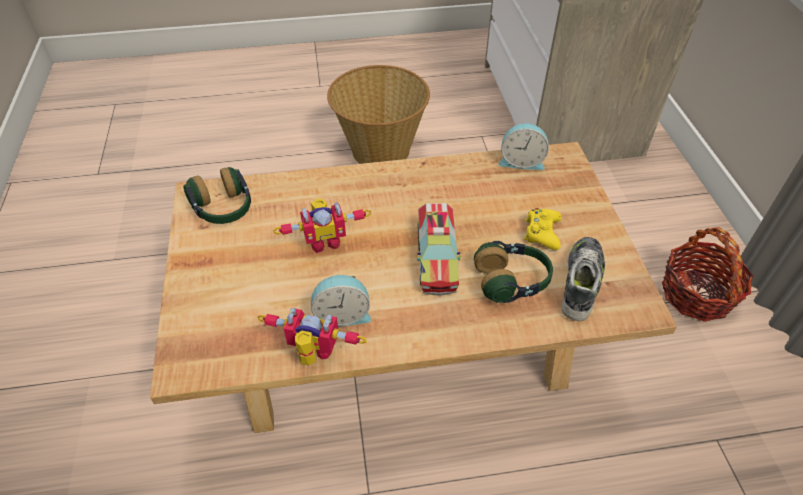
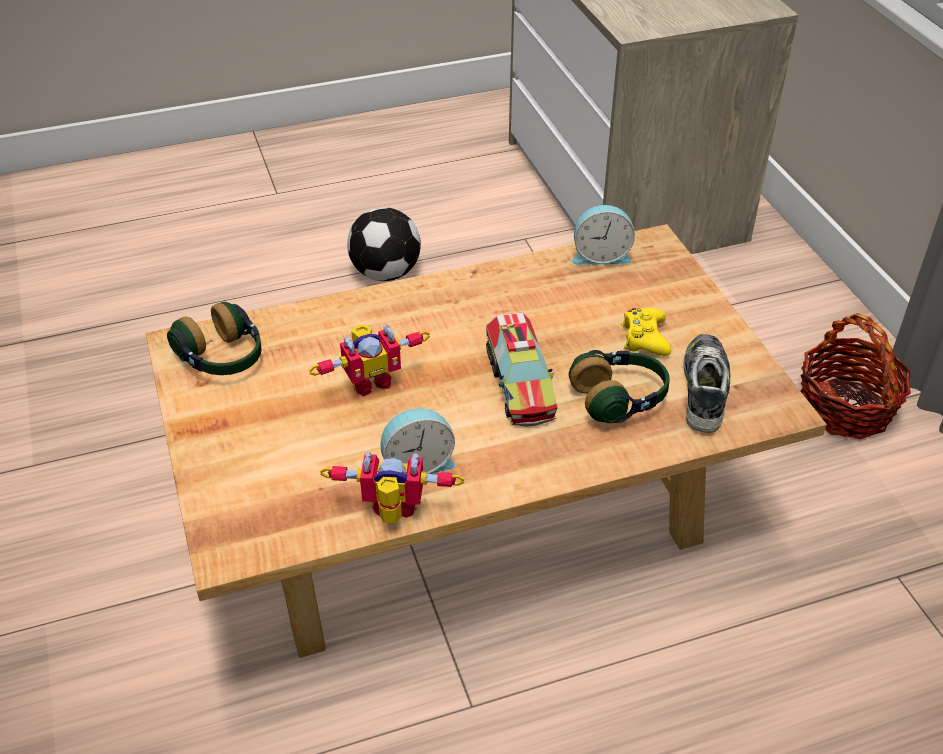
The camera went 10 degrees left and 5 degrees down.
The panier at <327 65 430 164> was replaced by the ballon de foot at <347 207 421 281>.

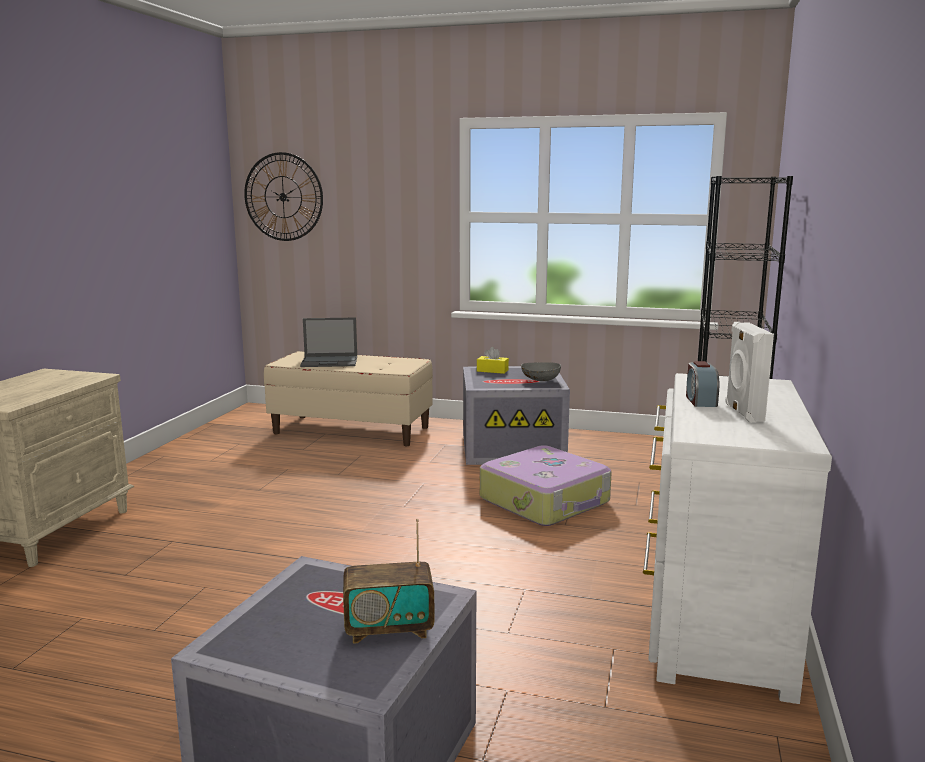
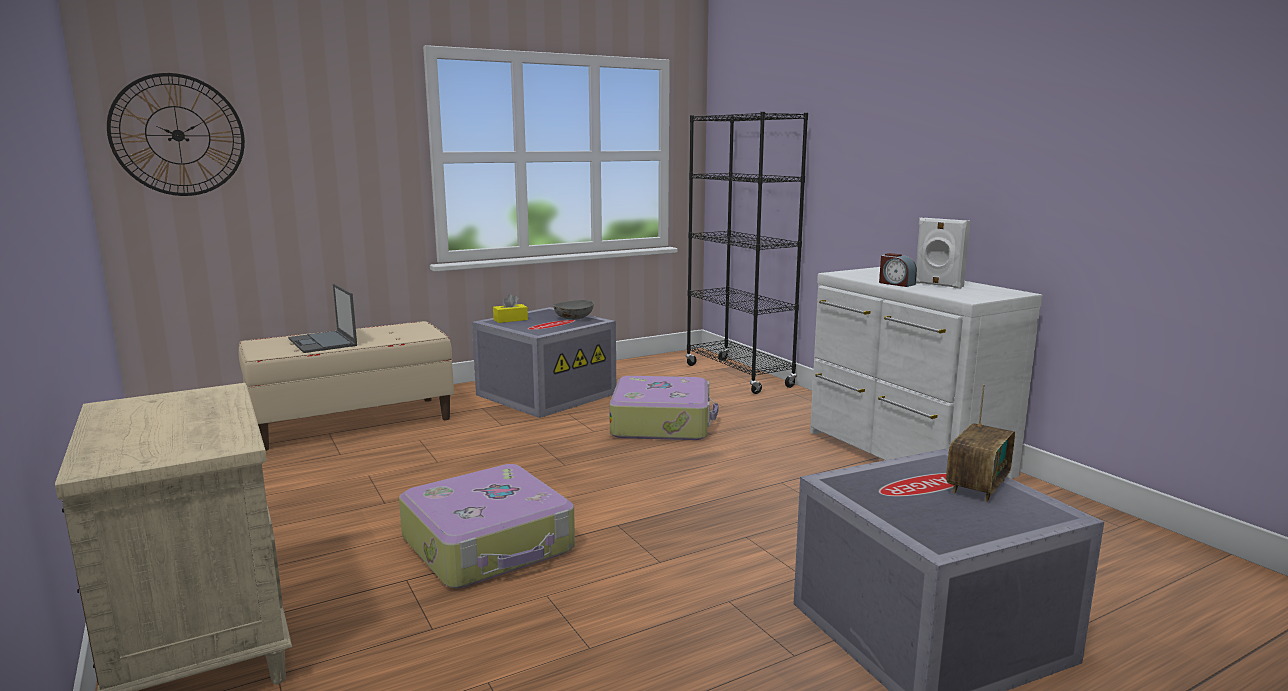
The camera went 45 degrees left and 0 degrees up.
The valise at <399 464 575 588> appeared.
The ordinateur portable at <300 318 357 367> turned 105 degrees clockwise.

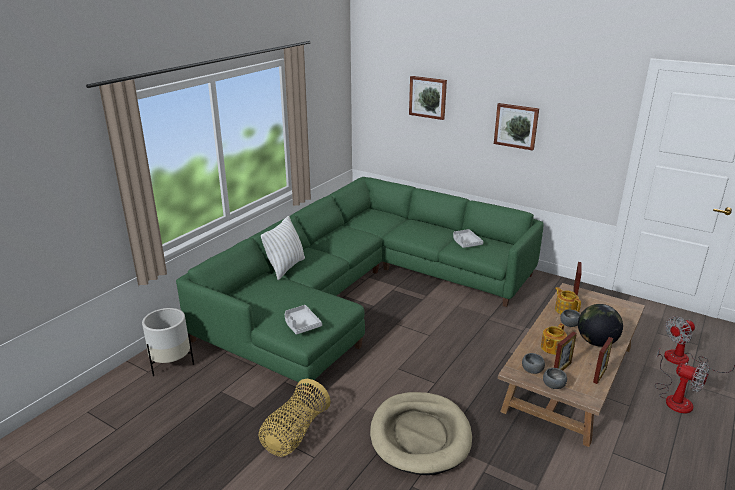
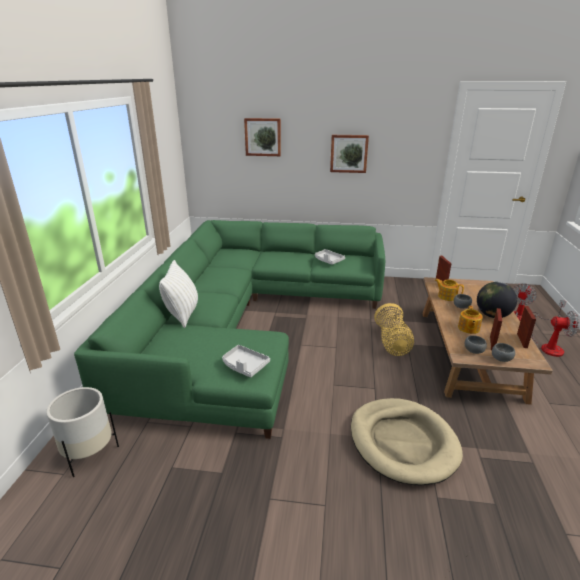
The camera went 25 degrees left and 0 degrees up.
The panier moved from <259 379 331 457> to <374 303 414 356>.

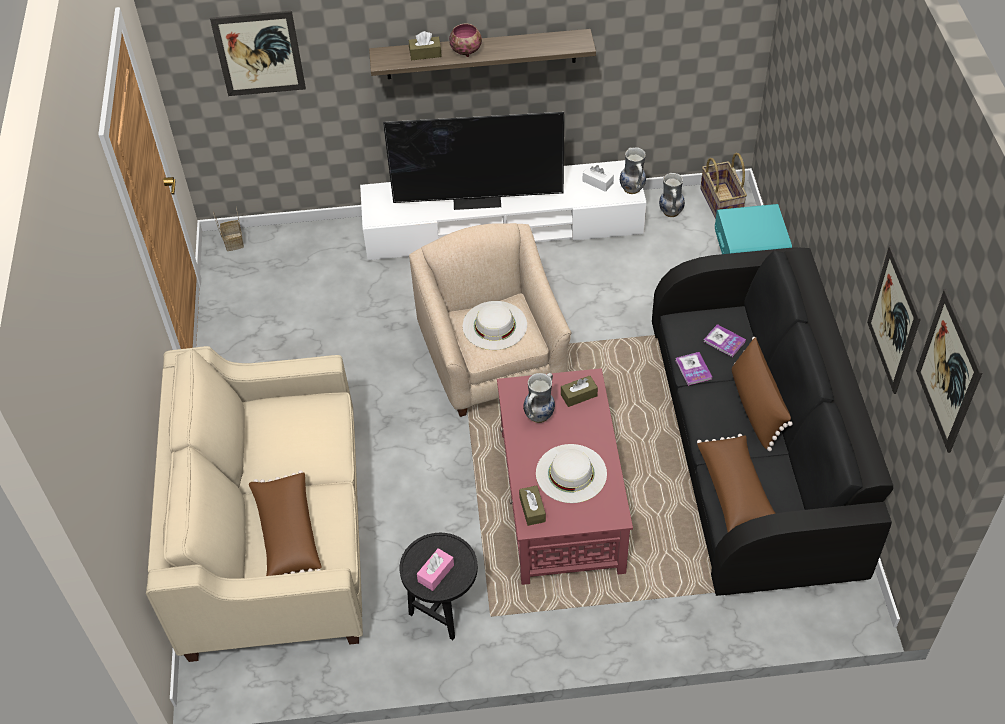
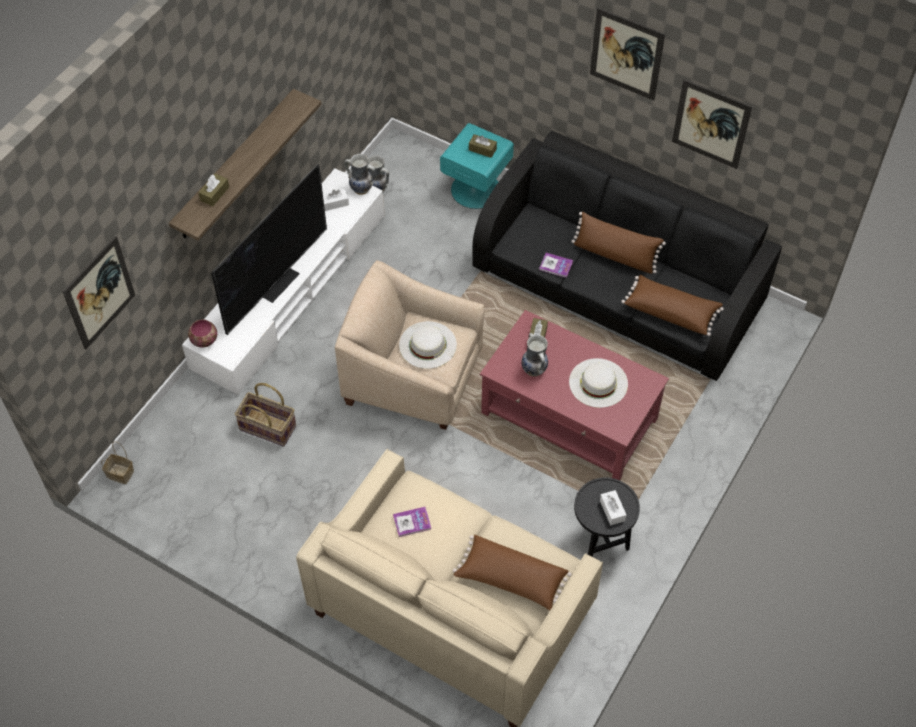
The camera went 55 degrees left and 5 degrees up.
The bol moved from <449 24 482 57> to <188 319 217 348>.
The boîte à mouchoirs [marron] moved from <519 485 546 526> to <469 134 497 158>.
The panier moved from <700 153 747 219> to <235 383 296 447>.
The livre moved from <704 324 746 357> to <393 507 431 537>.
The tableau moved from <916 289 982 453> to <590 7 665 101>.
The boîte à mouchoirs [rose] at <417 548 454 591> became the boîte à mouchoirs [blanc] at <600 490 626 525>.

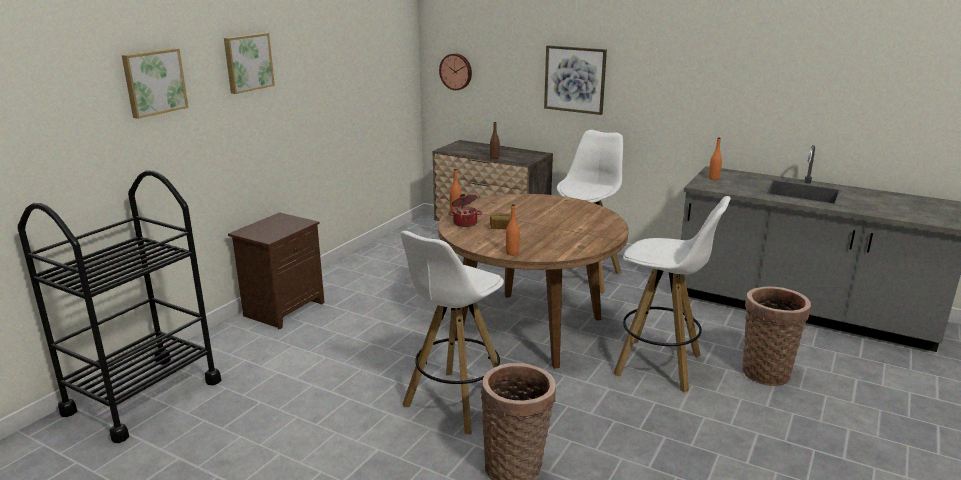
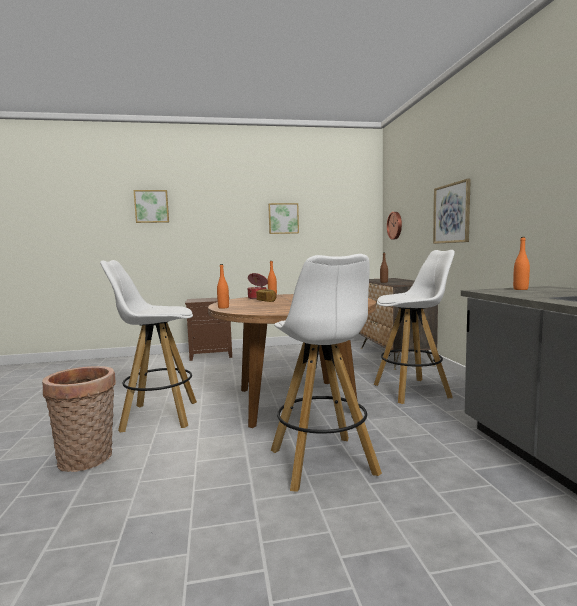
The camera went 50 degrees right and 15 degrees down.
The chariot [noir] at <18 171 221 443> disappeared.
The panier at <742 287 811 386> disappeared.
The tableau moved from <224 33 275 94> to <268 203 299 234>.

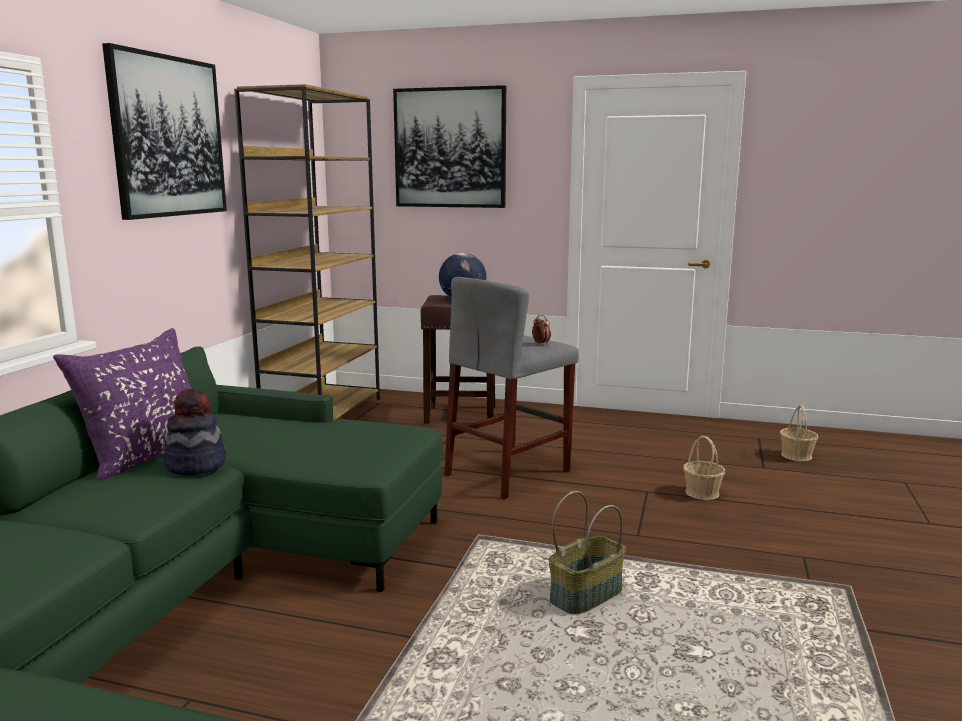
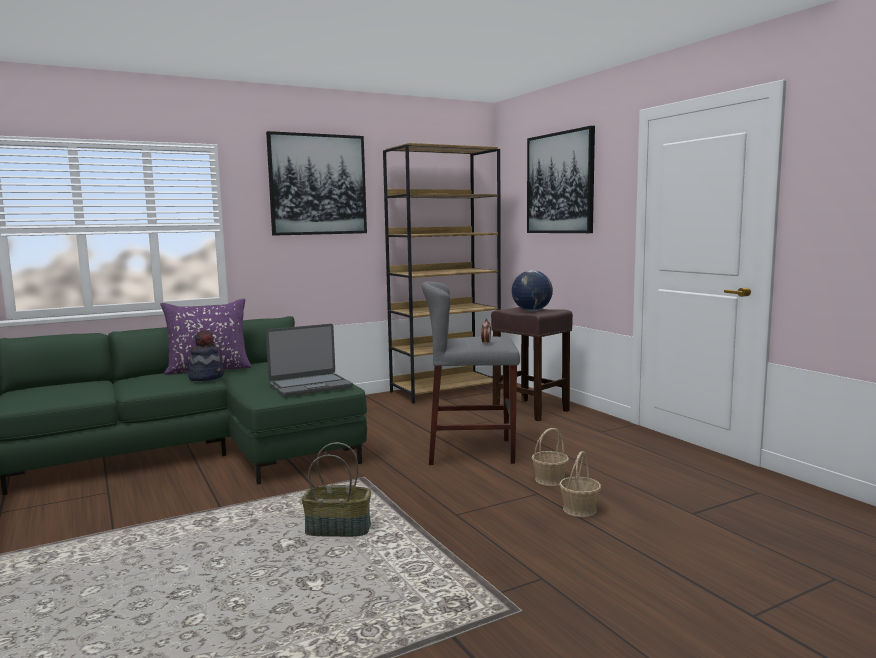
The camera went 45 degrees right and 5 degrees down.
The ordinateur portable at <266 324 353 397> appeared.
The panier moved from <780 405 818 461> to <532 428 569 486>.

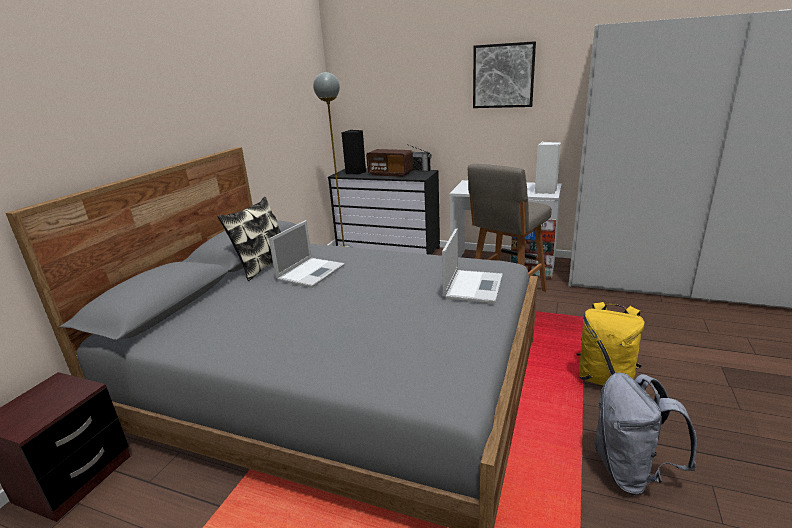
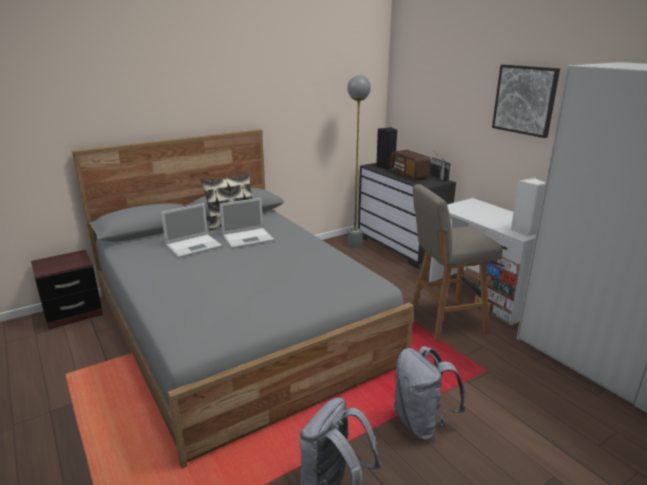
The camera went 35 degrees right and 0 degrees up.
The ordinateur portable moved from <442 229 503 304> to <161 203 222 258>.
The sac à dos [jaune] at <577 302 645 385> became the sac à dos [gris] at <394 346 466 440>.

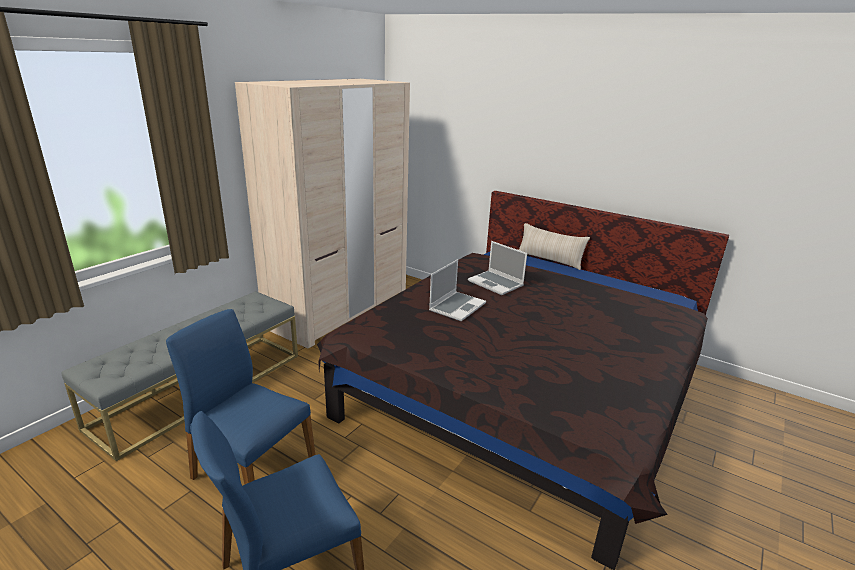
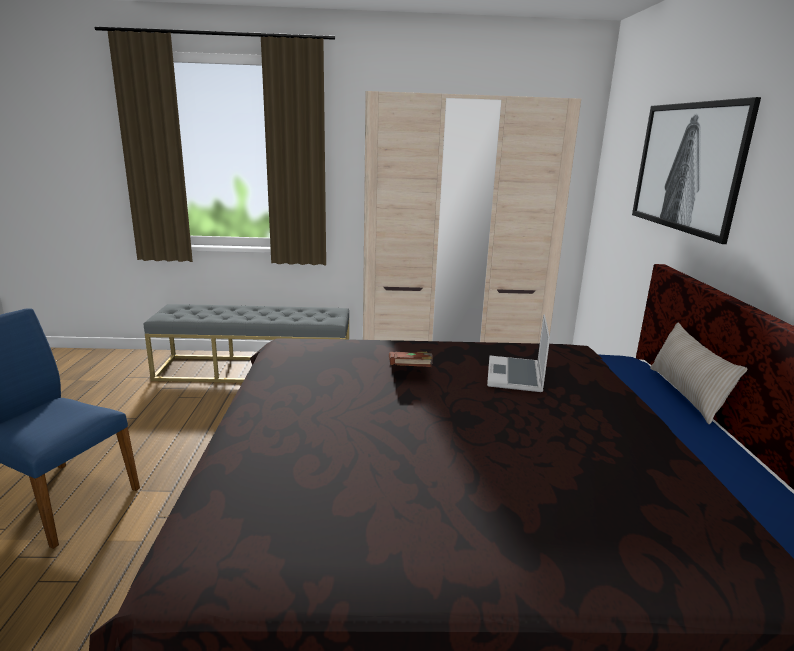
The camera went 55 degrees right and 5 degrees down.
The chaise [bleu] at <166 309 315 485> disappeared.
The tableau at <632 97 761 244> appeared.
The ordinateur portable at <429 259 486 321> was replaced by the livre [marron] at <389 352 433 367>.

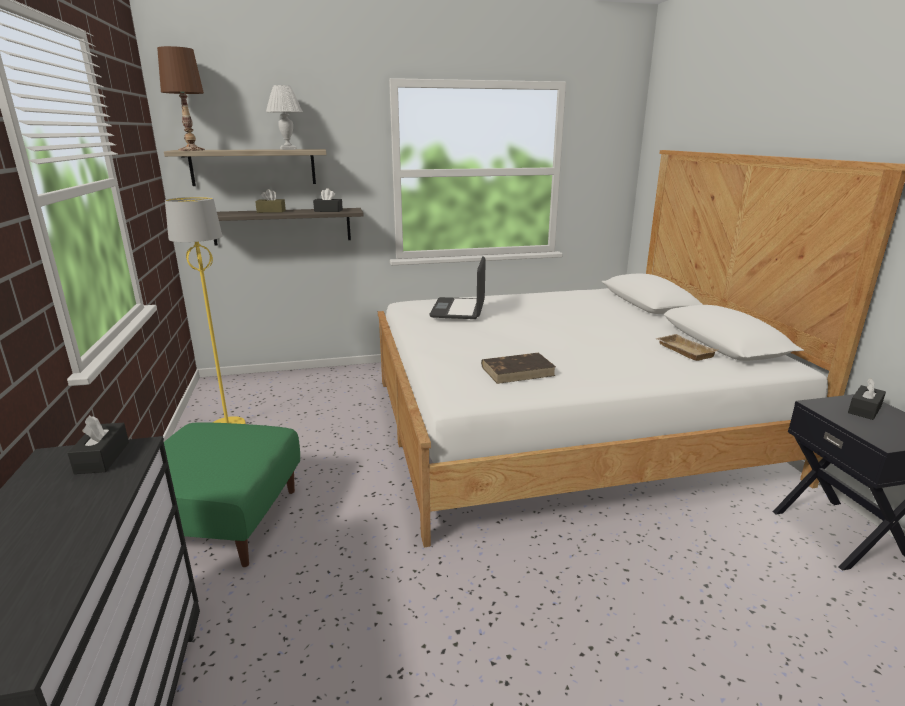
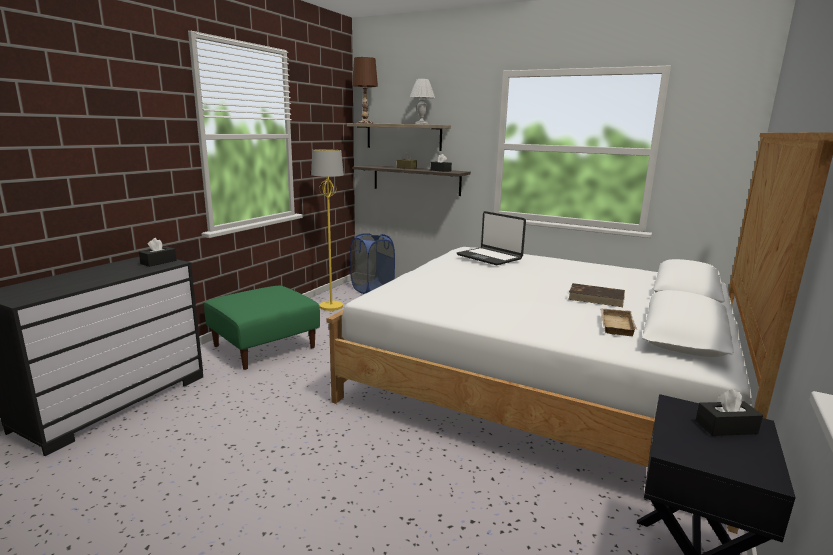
The camera went 40 degrees right and 5 degrees down.
The panier à linge [bleu] at <350 233 395 294> appeared.
The livre [marron] moved from <481 353 556 384> to <568 283 625 307>.
The ordinateur portable at <429 256 486 319> turned 90 degrees counterclockwise.

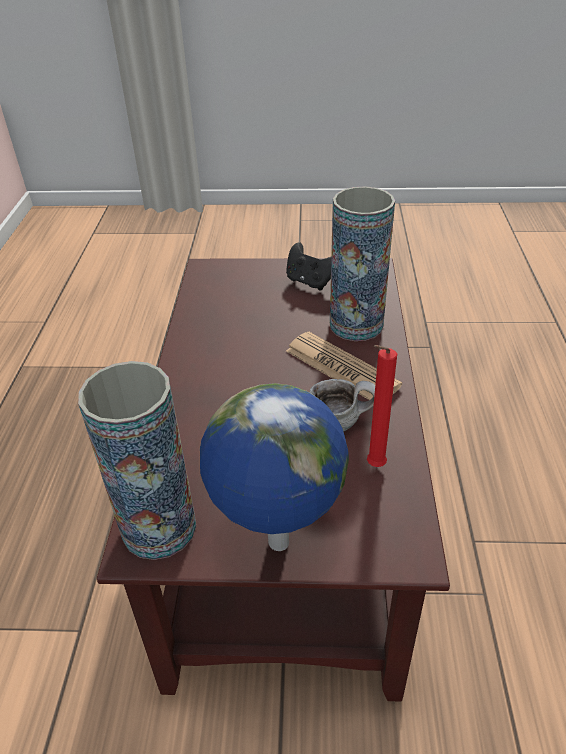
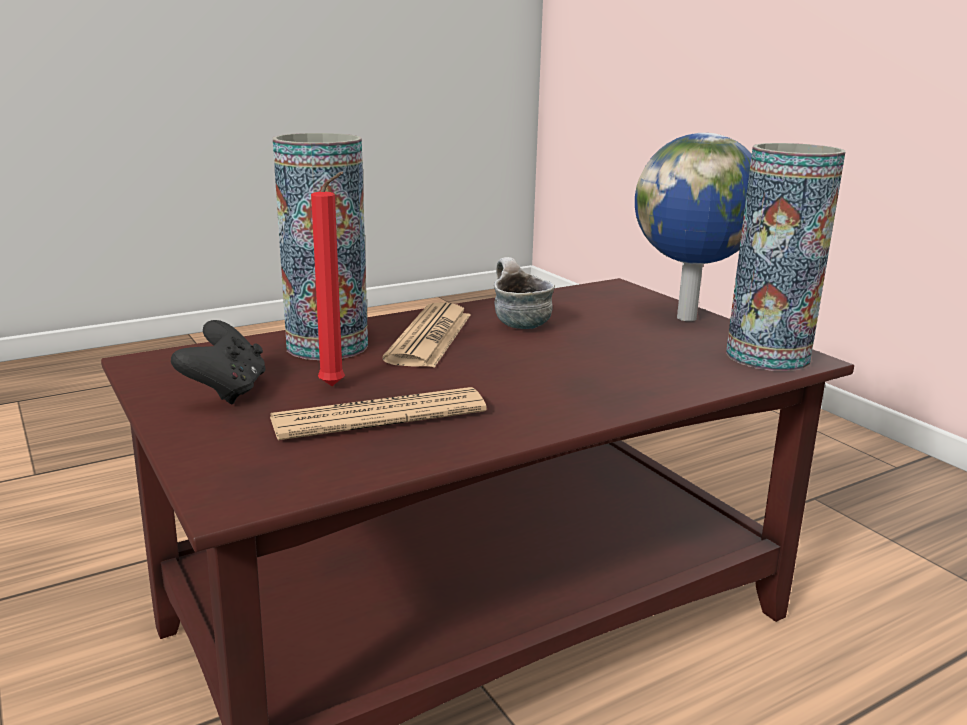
The camera went 125 degrees left and 20 degrees down.
The journal at <270 387 487 440> appeared.
The bougie [rouge] moved from <367 345 397 467> to <311 172 345 386>.

